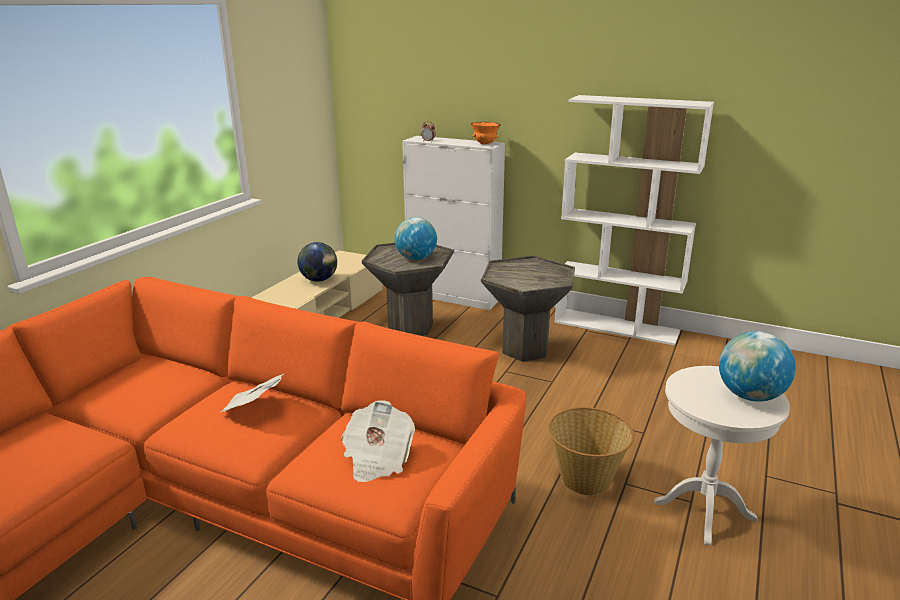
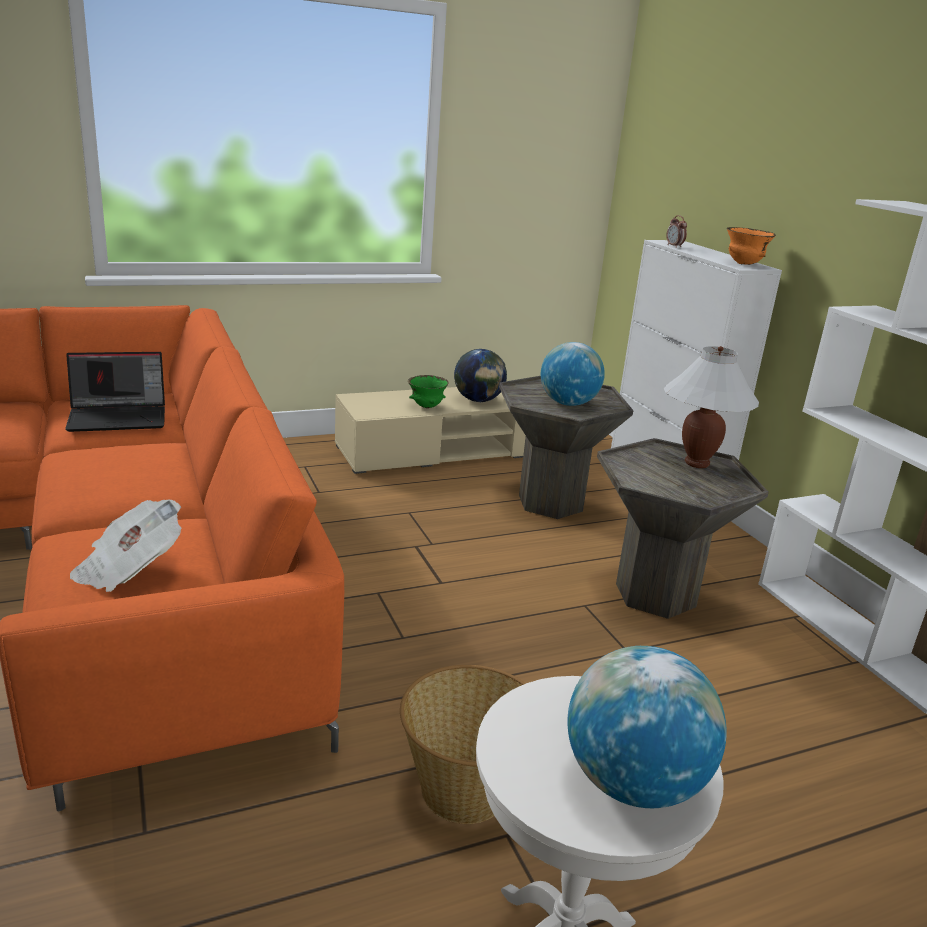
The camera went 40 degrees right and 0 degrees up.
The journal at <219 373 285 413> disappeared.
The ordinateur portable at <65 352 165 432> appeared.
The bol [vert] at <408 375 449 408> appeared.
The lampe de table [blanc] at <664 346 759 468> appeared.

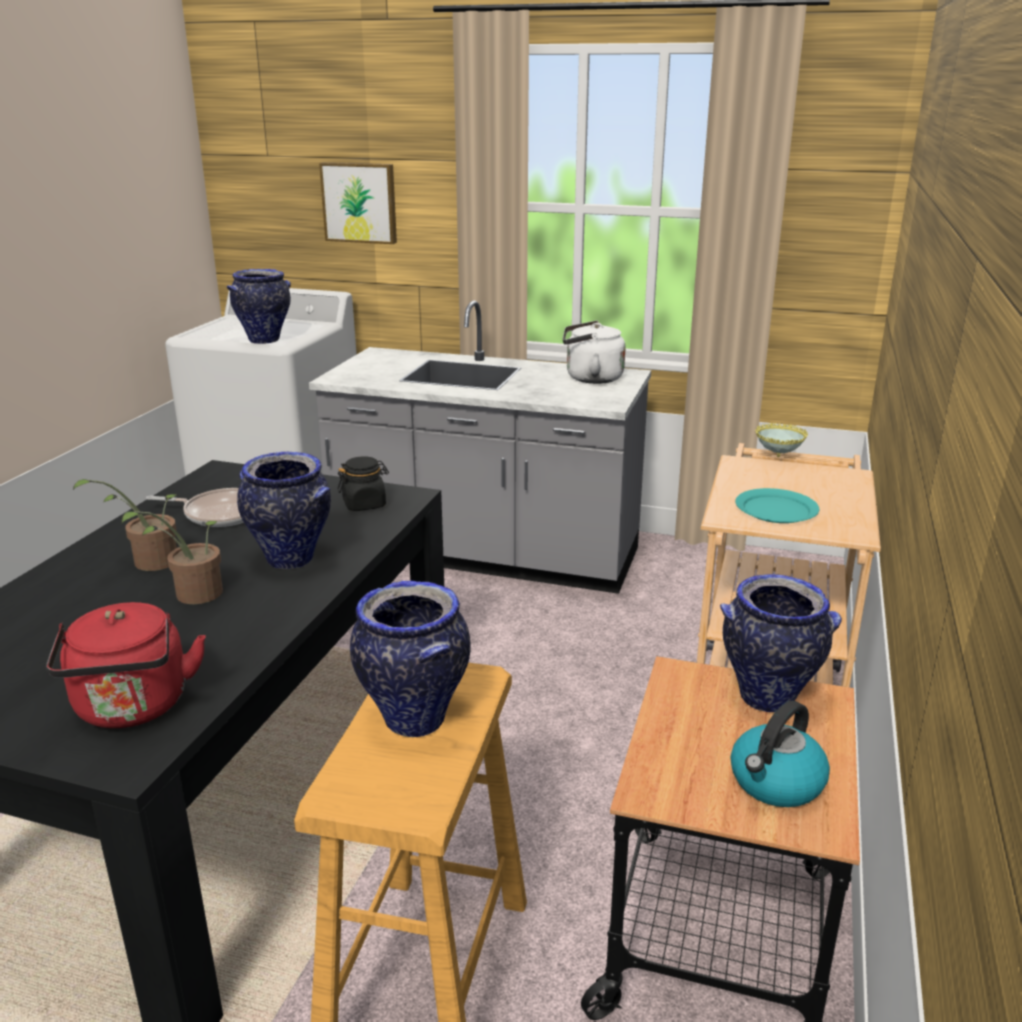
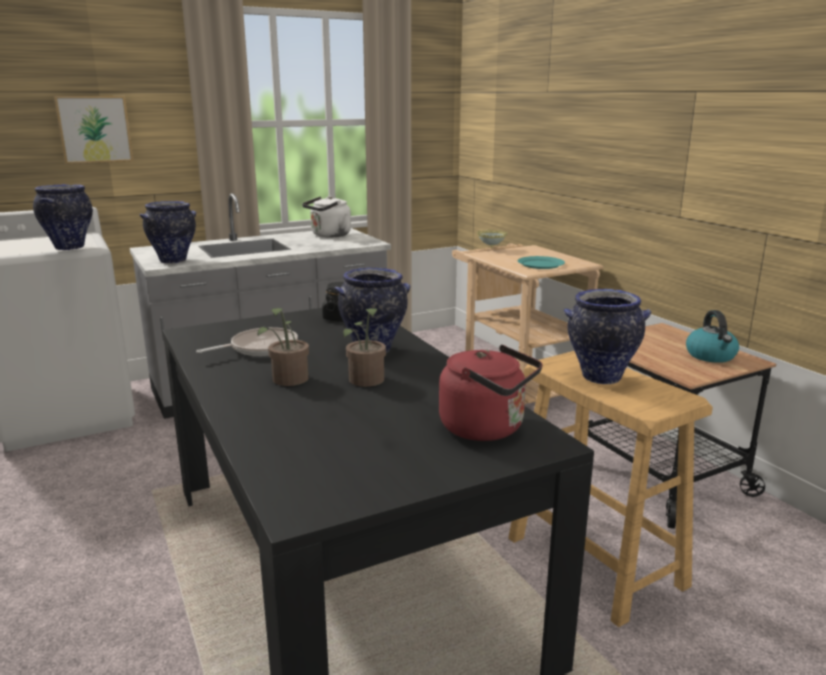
The camera went 45 degrees left and 5 degrees down.
The vase moved from <720 574 842 712> to <140 201 196 264>.

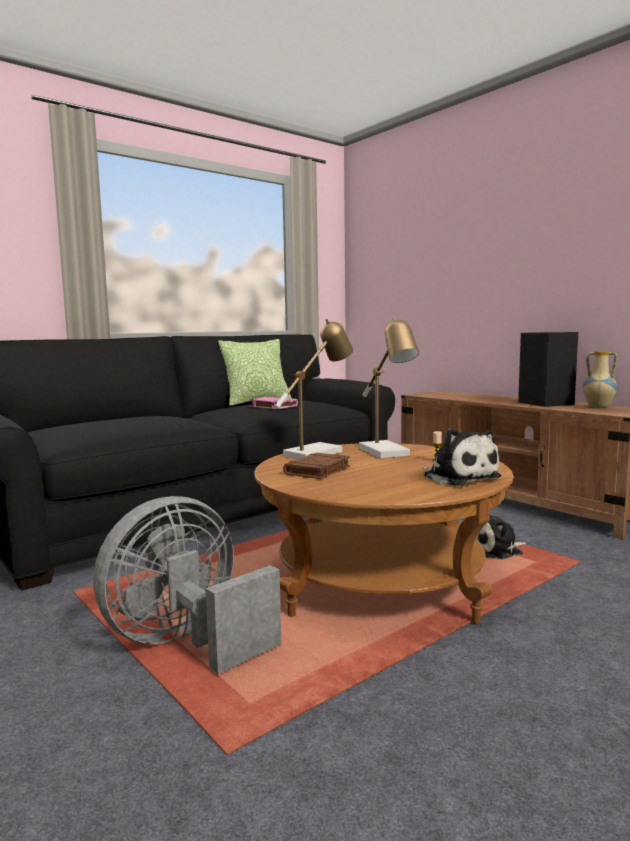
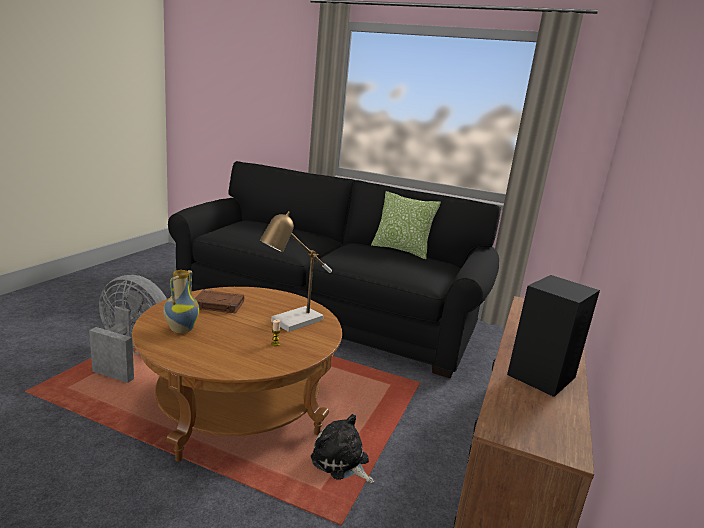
The camera went 60 degrees right and 10 degrees up.
The livre [rose] at <249 397 298 409> disappeared.
The lampe de table at <275 319 353 459> disappeared.
The peluche at <422 429 502 486> disappeared.
The vase moved from <583 351 617 408> to <163 270 200 334>.

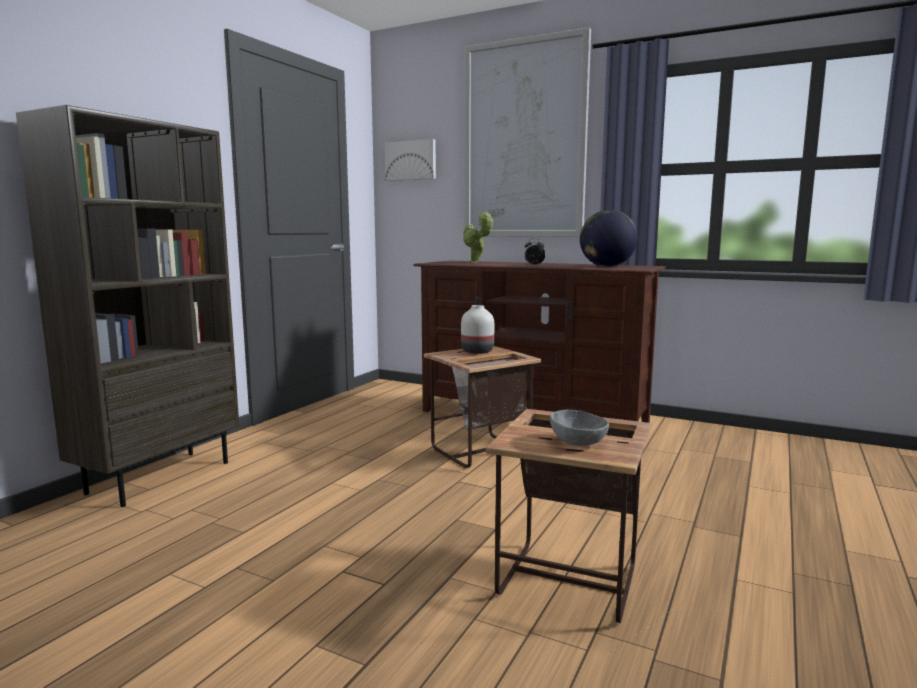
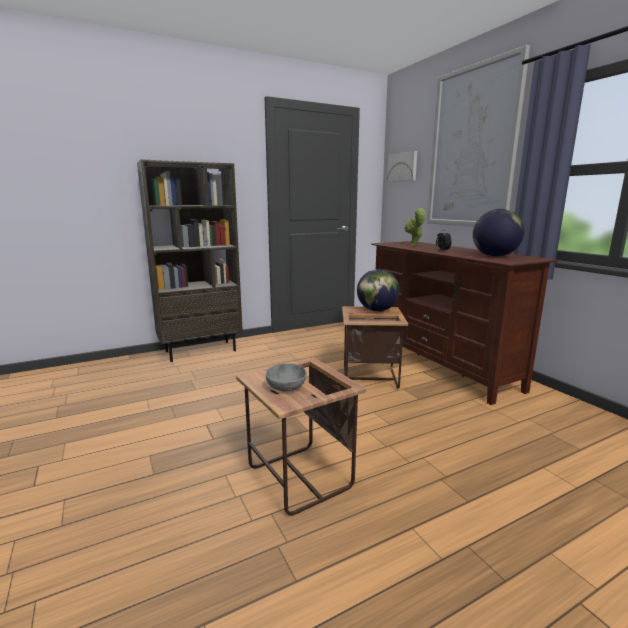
The camera went 35 degrees right and 5 degrees up.
The vase [blanc] at <461 305 494 354> was replaced by the globe at <357 269 400 311>.

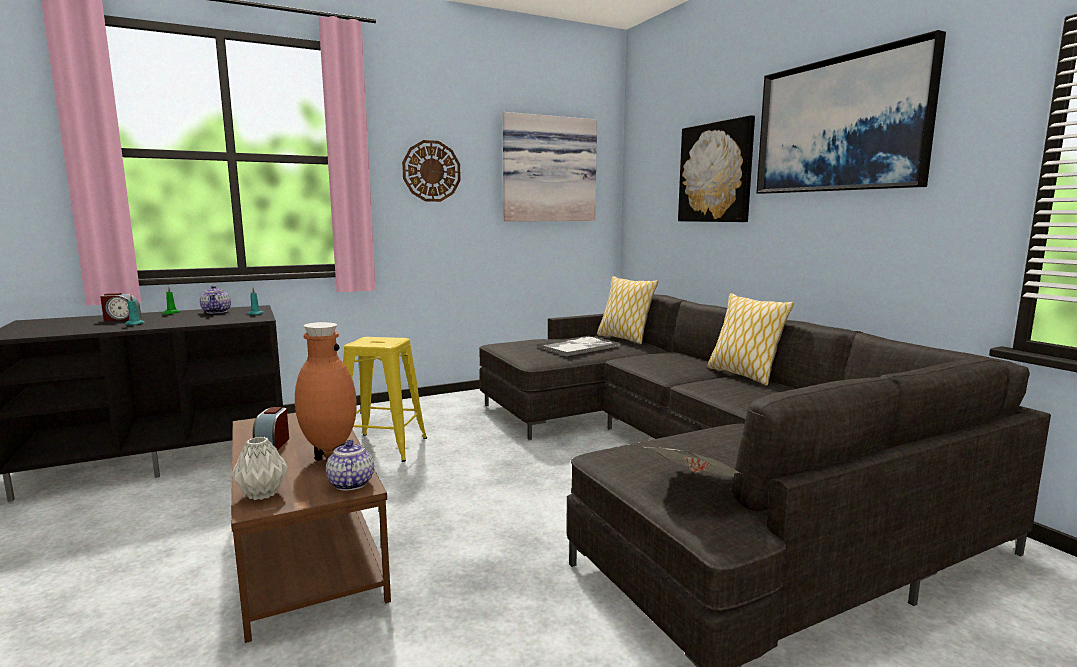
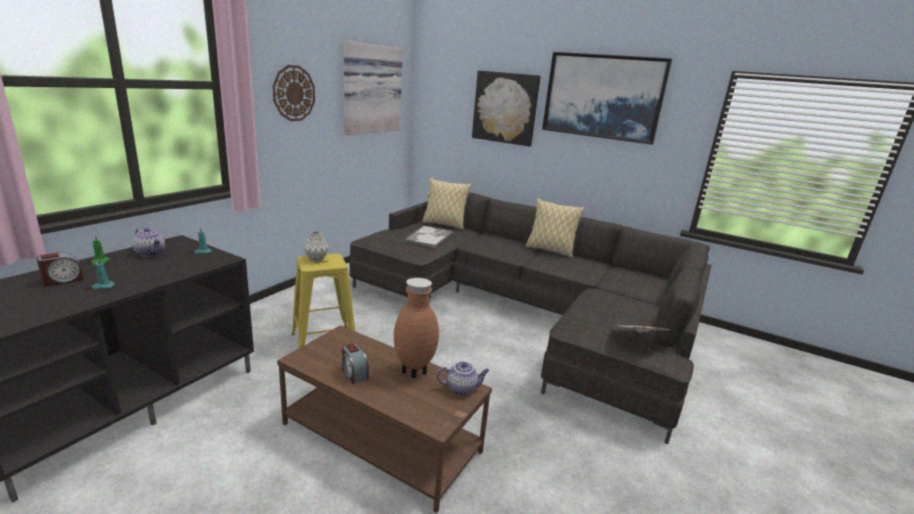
The camera went 35 degrees left and 10 degrees up.
The vase [gris] moved from <231 437 288 500> to <303 231 329 262>.
The théière at <326 440 374 490> turned 135 degrees clockwise.

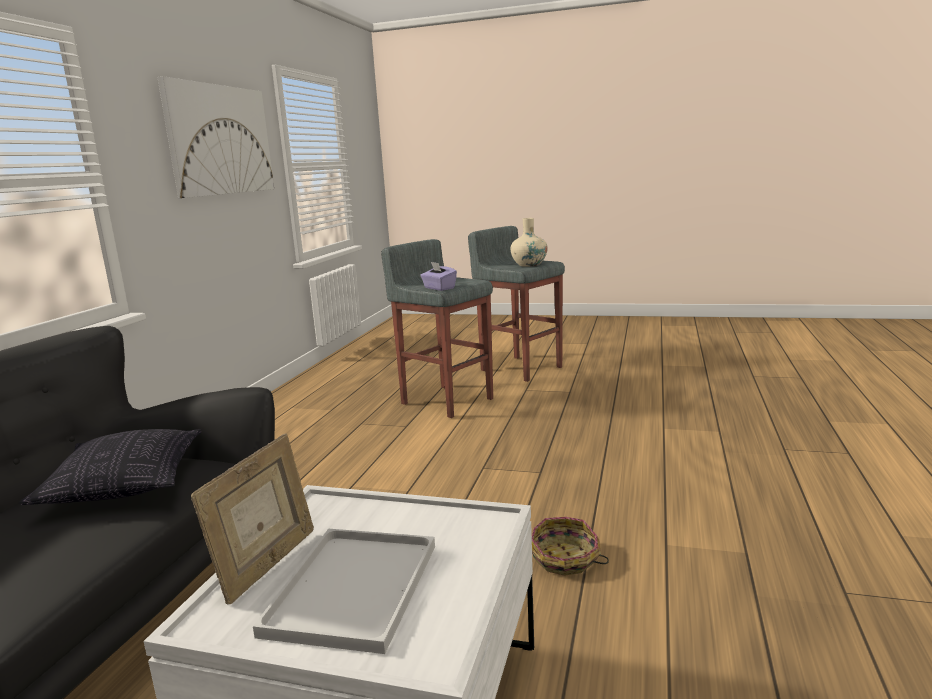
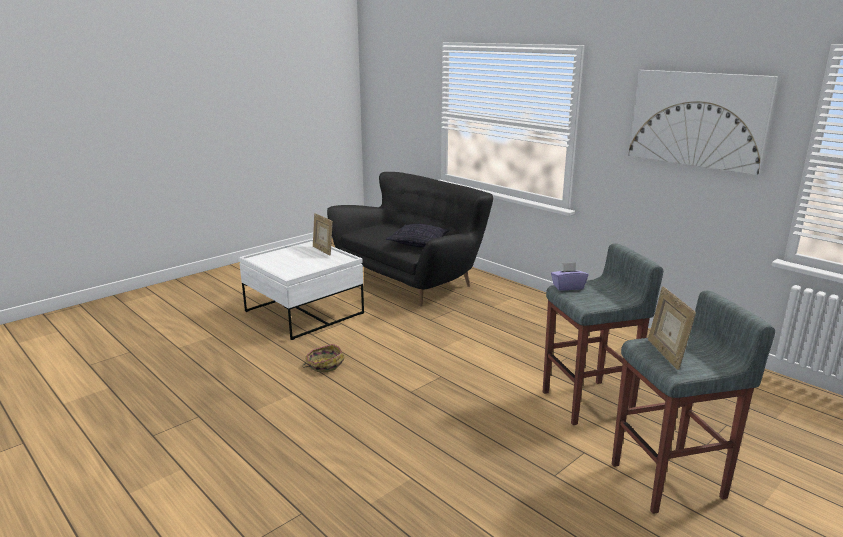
The camera went 120 degrees right and 5 degrees up.
The plateau [blanc] at <253 529 435 654> disappeared.
The vase [beige] at <510 218 548 267> was replaced by the cadre photo at <648 287 696 370>.

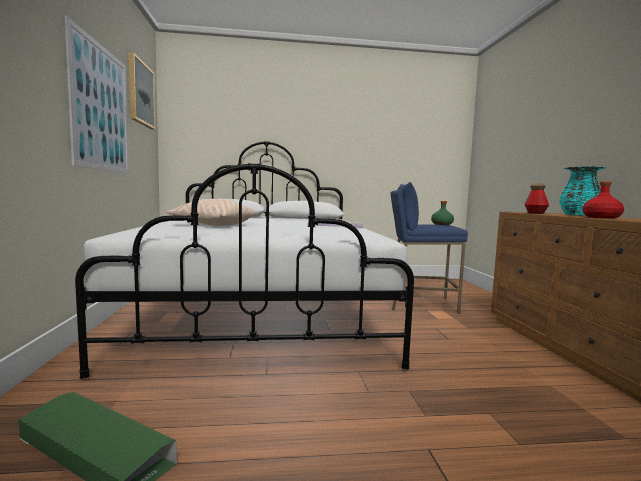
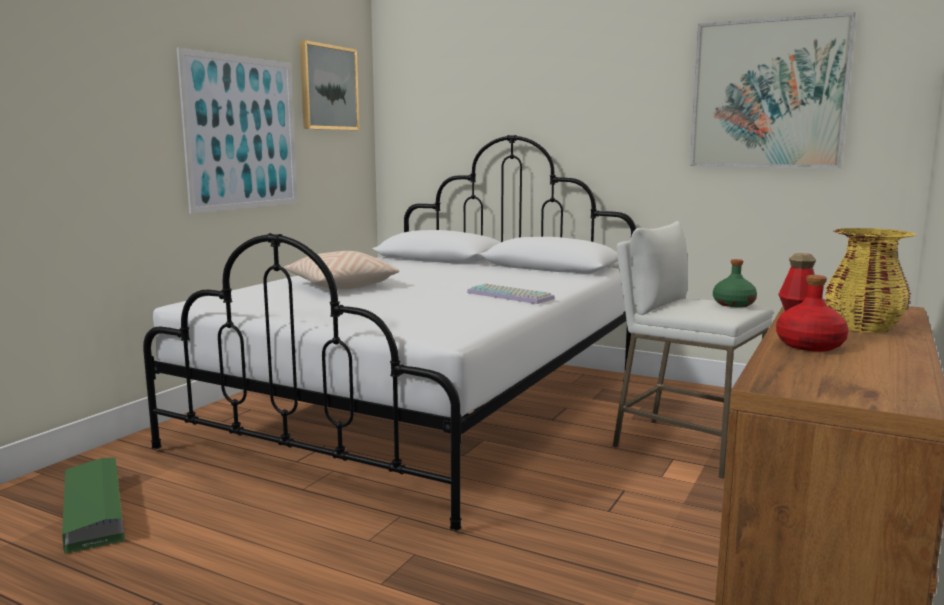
The camera went 35 degrees right and 5 degrees up.
The tableau at <690 12 856 168> appeared.
The tabouret [bleu] at <390 182 468 314> became the tabouret [blanc] at <613 221 773 479>.
The vase [turquoise] at <559 167 606 216> became the vase [jaune] at <825 228 916 333>.

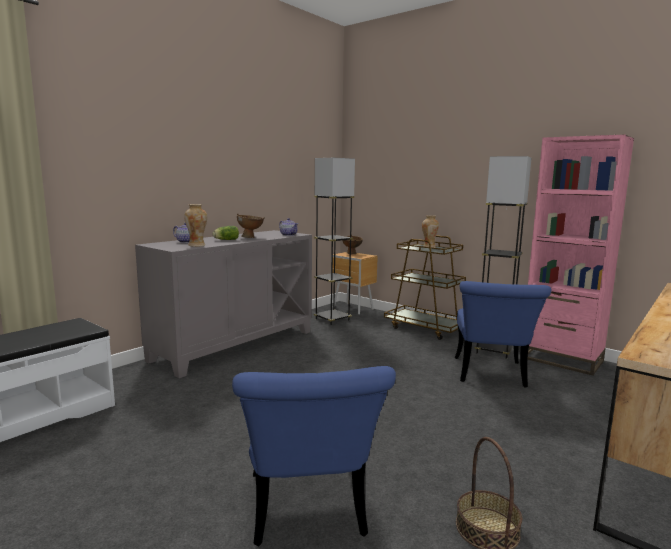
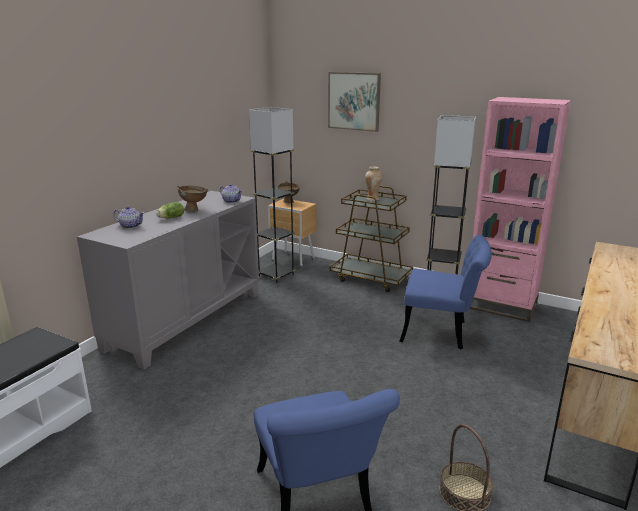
The camera went 10 degrees left and 10 degrees up.
The vase at <184 204 207 247> disappeared.
The tableau at <328 72 381 132> appeared.
The chaise [bleu] at <455 281 552 388> turned 75 degrees counterclockwise.

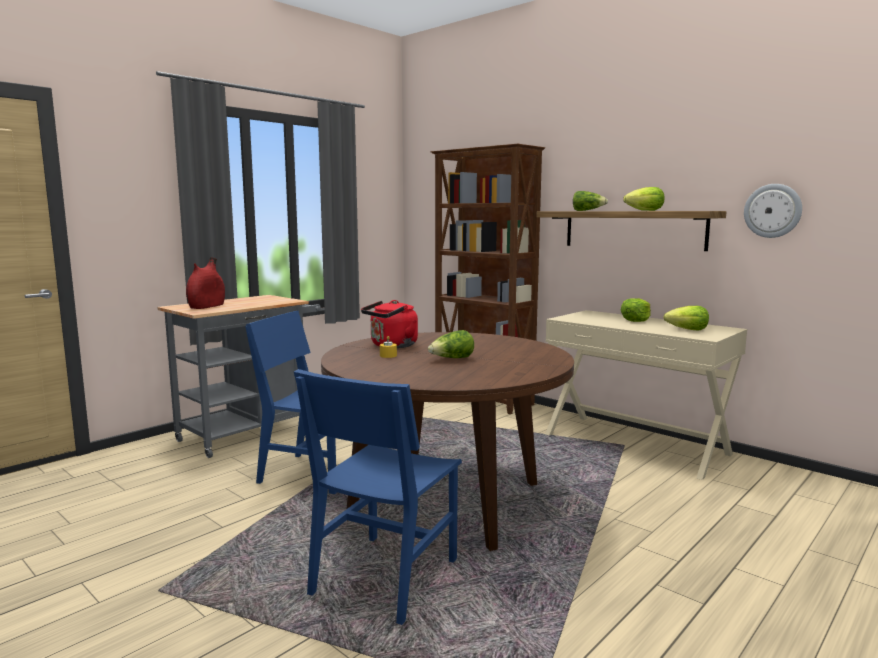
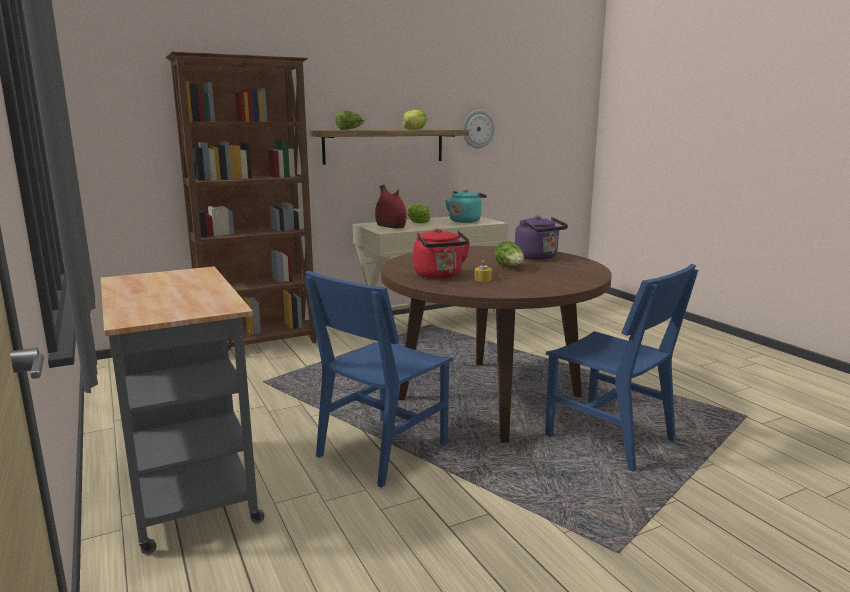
The camera went 70 degrees left and 5 degrees up.
The bouilloire [violet] at <515 215 568 260> appeared.
The vase [rouge] moved from <186 257 225 309> to <375 185 407 228>.
The laitue at <664 306 709 331> was replaced by the bouilloire [turquoise] at <445 190 487 223>.

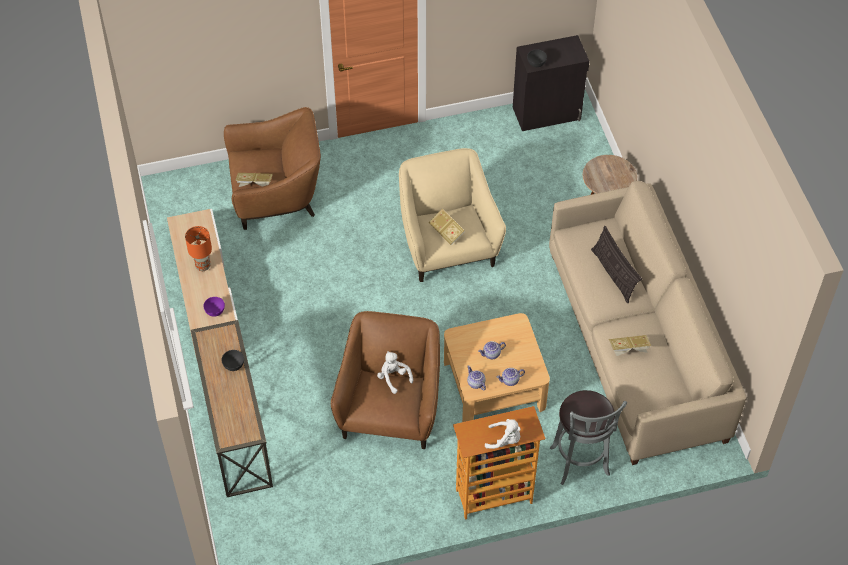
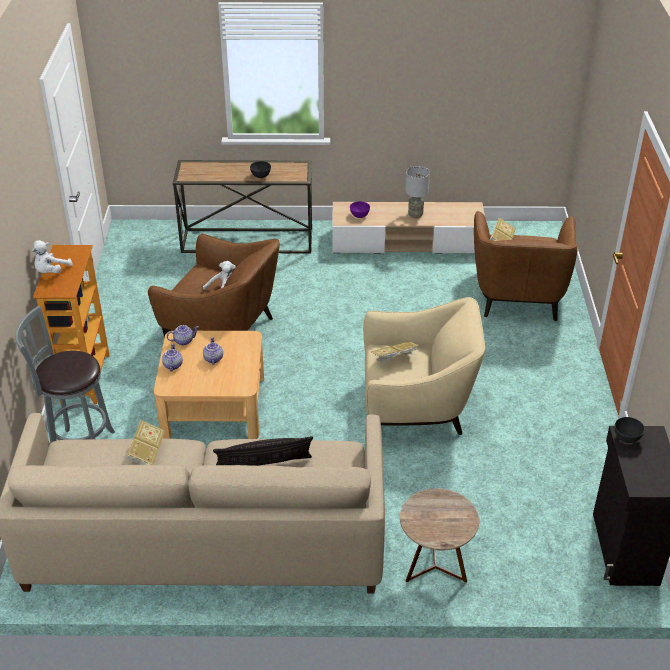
The camera went 105 degrees right and 15 degrees down.
The lampe de table [orange] at <185 226 212 271> became the lampe de table [gris] at <405 166 430 218>.

